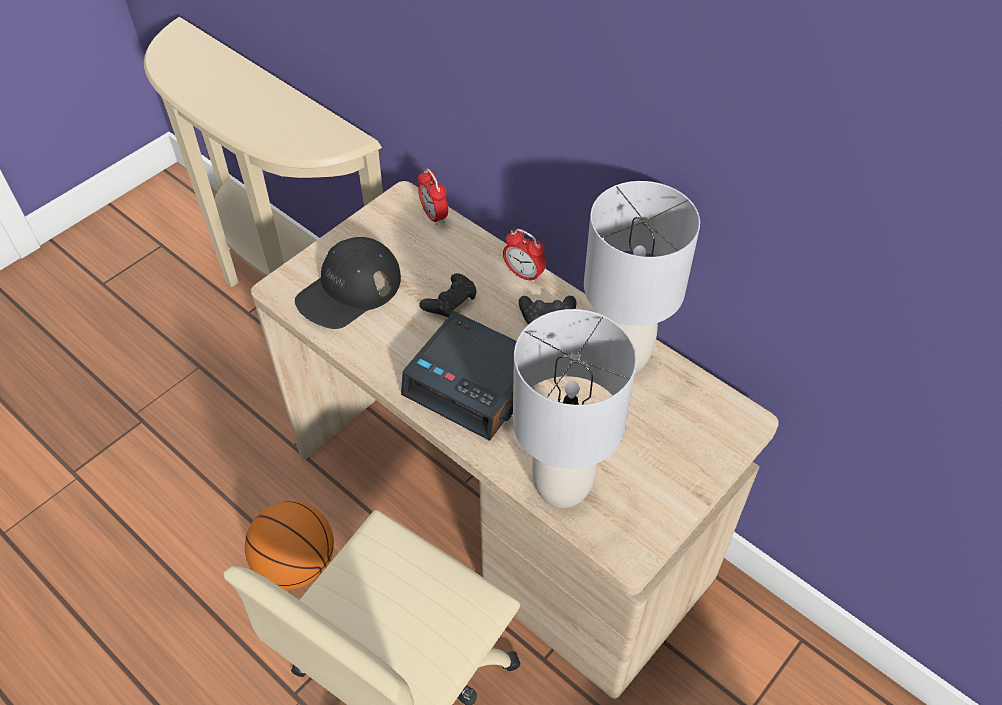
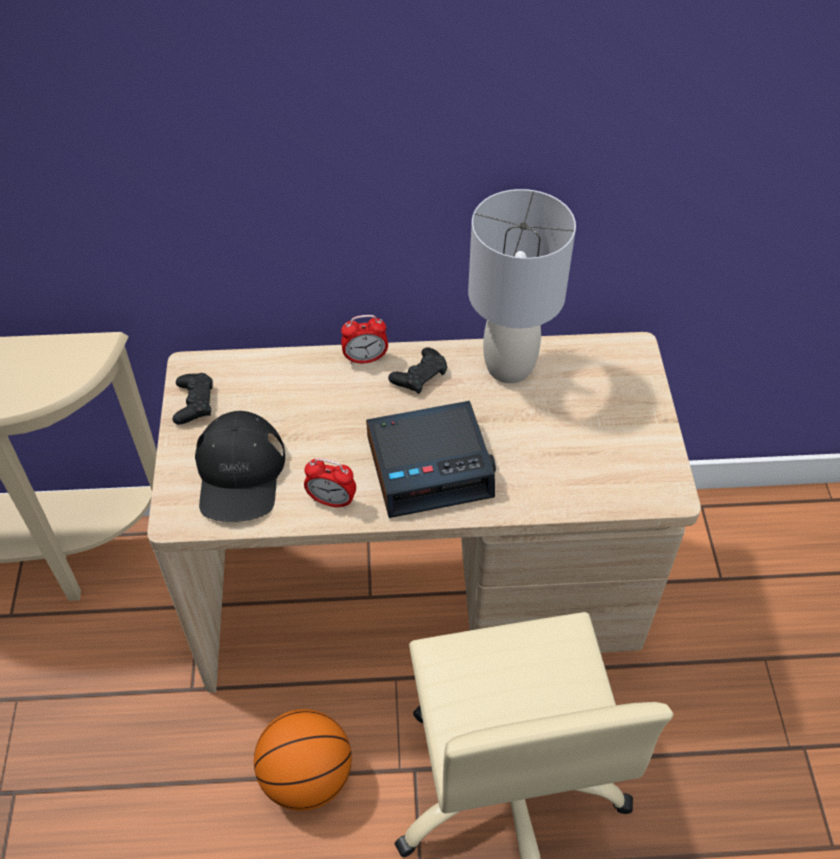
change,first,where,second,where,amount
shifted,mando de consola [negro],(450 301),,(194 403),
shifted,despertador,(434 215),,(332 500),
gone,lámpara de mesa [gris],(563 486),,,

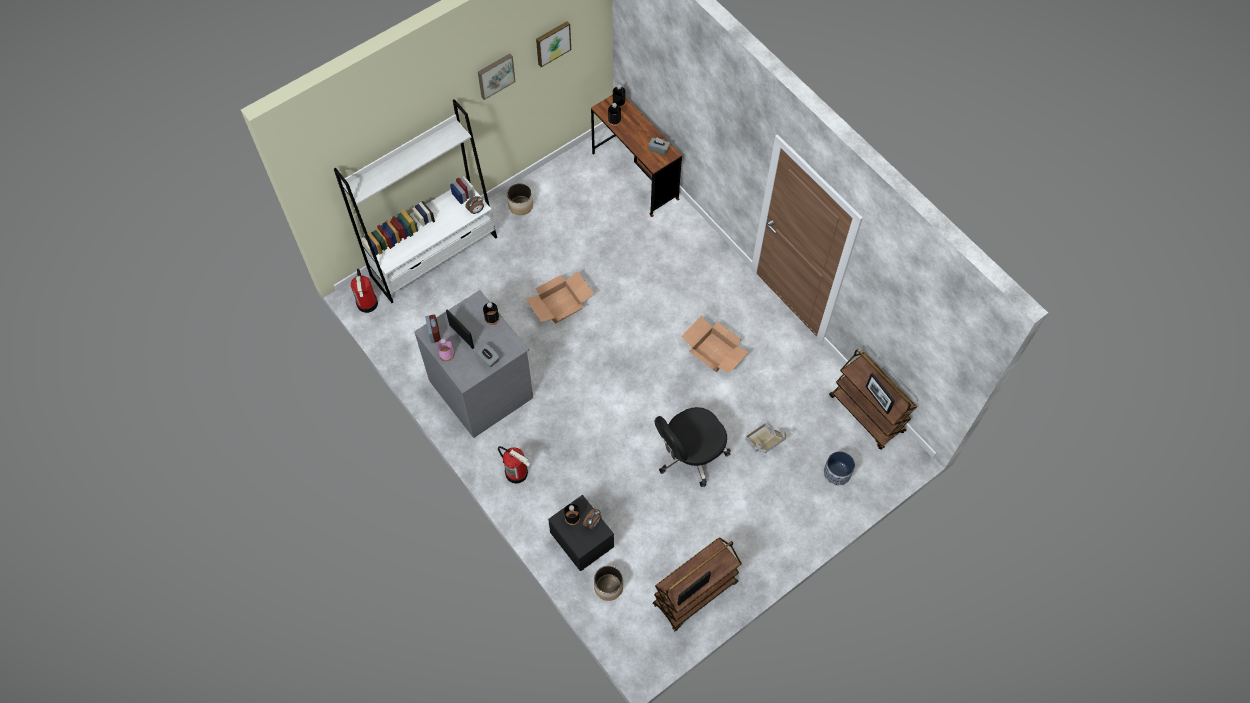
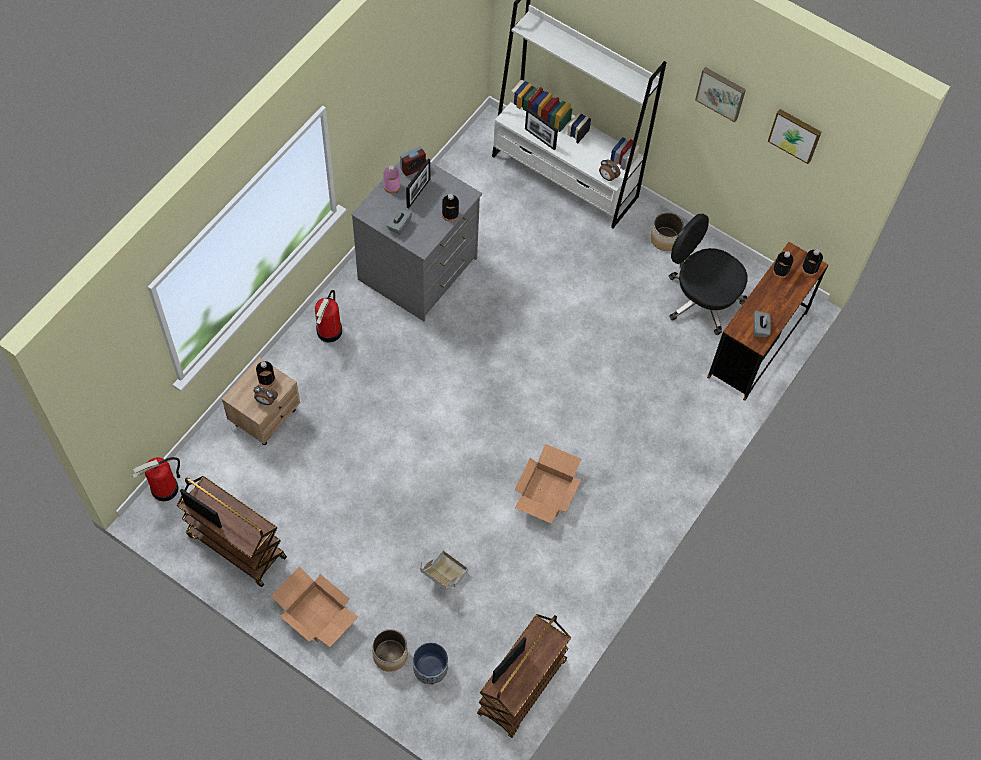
change,first,where,second,where,amount
shifted,extintor,(367 303),,(164 489),
repainted,mesita de noche [negro],(582 543),mesita de noche [beis],(266 416),
shifted,caja de cartón,(560 304),,(317 613),
shifted,maceta,(608 587),,(389 655),
new,,,portarretratos,(540 139),
shifted,silla de oficina [negro],(690 454),,(701 299),

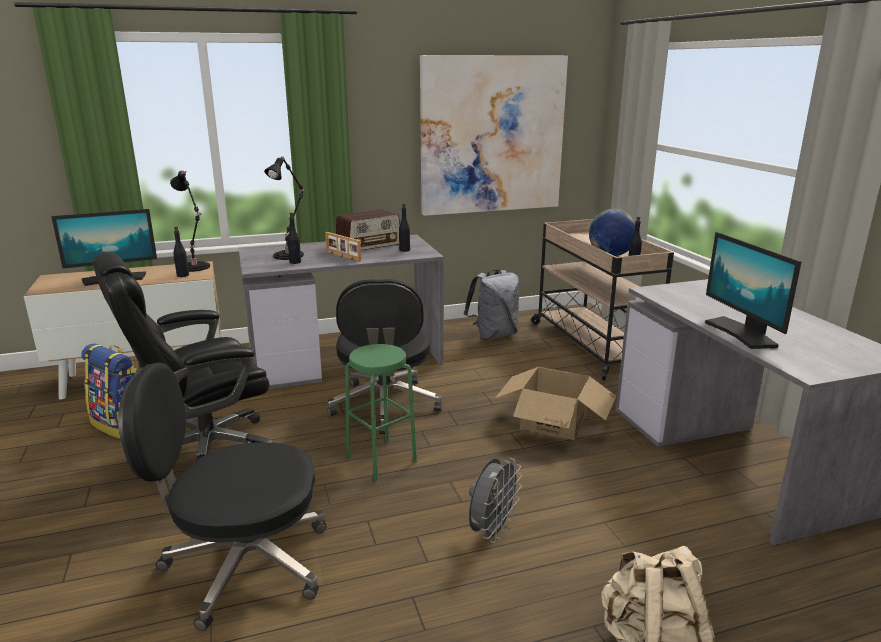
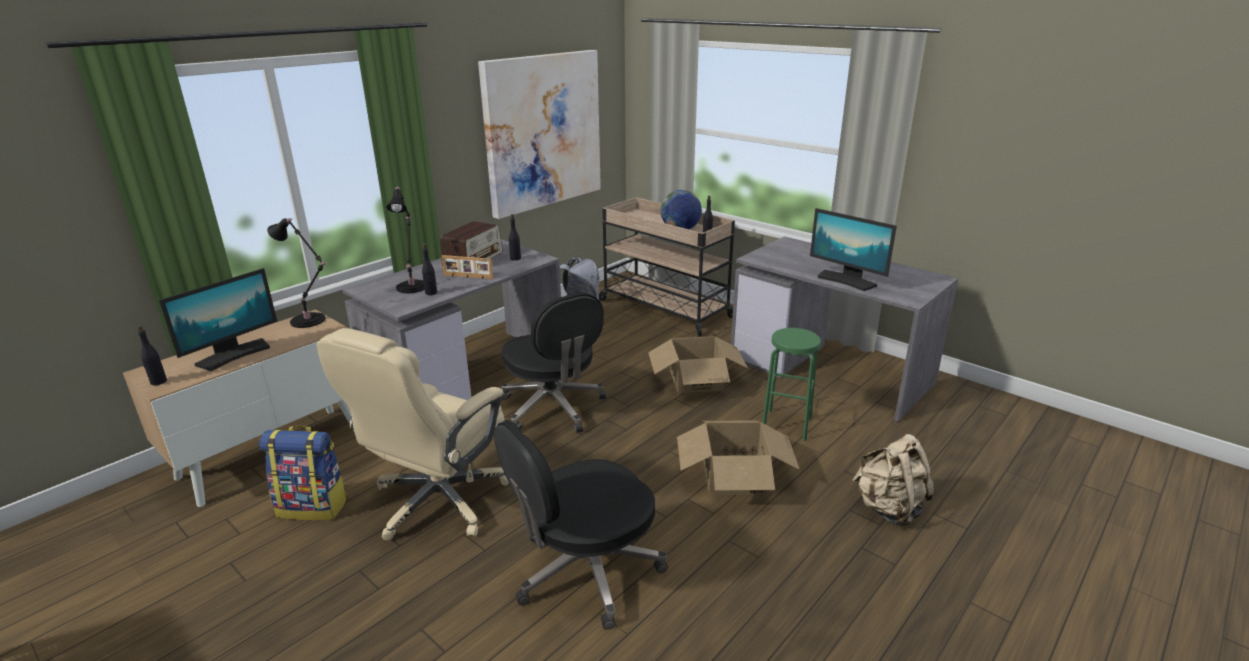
change,first,where,second,where,amount
shifted,botella [negro],(182 275),,(158 382),
repainted,silla de oficina [negro],(204 452),silla de oficina [beis],(437 501),
swapped,ventilador [gris],(492 531),caja de cartón,(734 475),
shifted,taburete [verde],(381 460),,(786 424),

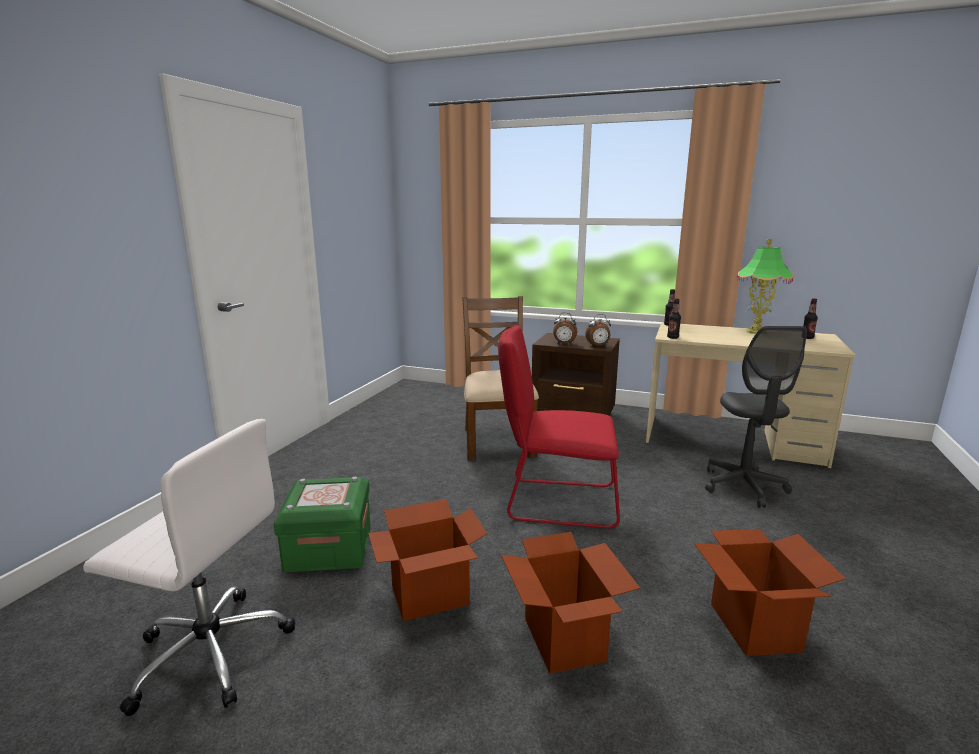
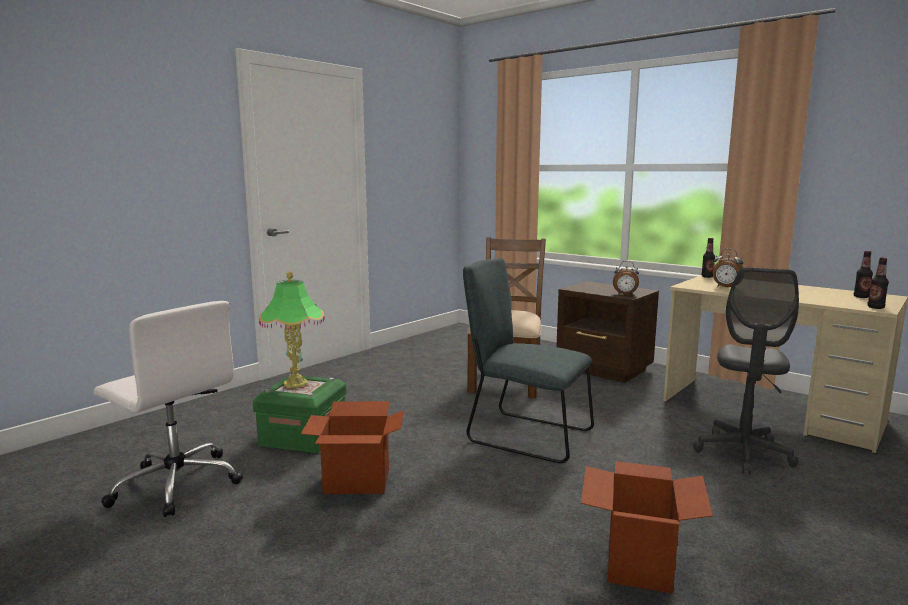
change,first,where,second,where,amount
shifted,lámpara de mesa,(756 331),,(296 383),
repainted,silla [rojo],(556 502),silla [gris],(524 435),
shifted,despertador,(564 344),,(726 288),
shifted,botella,(672 337),,(875 307),
gone,caja de cartón,(564 640),,,

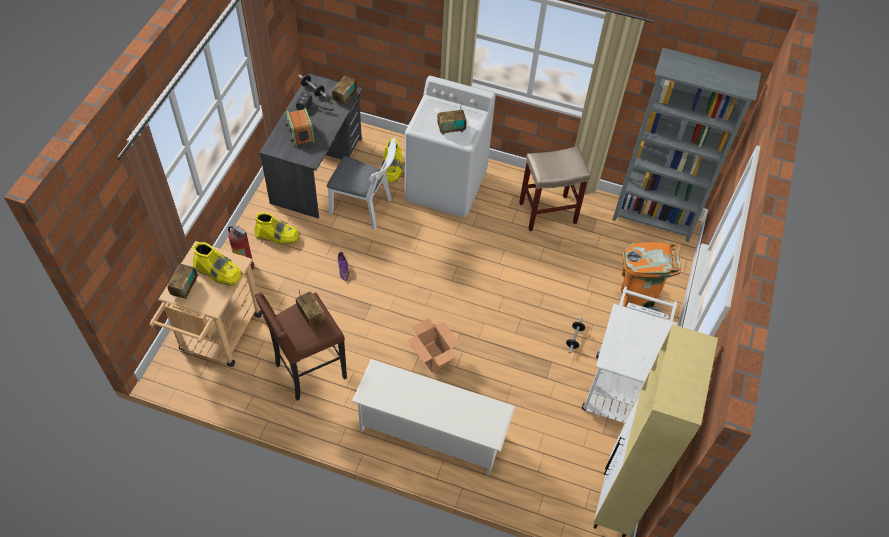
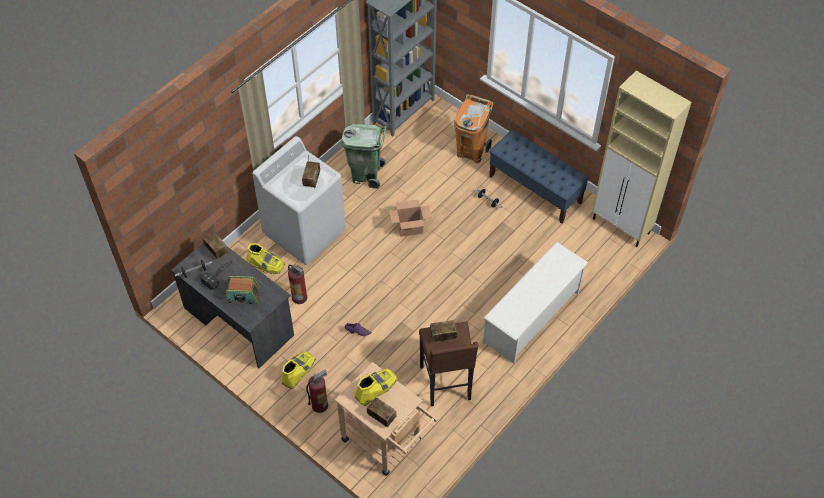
change,first,where,second,where,amount
swapped,silla [blanco],(365 208),extintor,(299 297),
swapped,taburete [beis],(547 213),papelera [verde],(366 174),
shifted,caja de cartón,(433 357),,(410 228),
swapped,carrito [blanco],(619 383),banco [azul],(535 189),

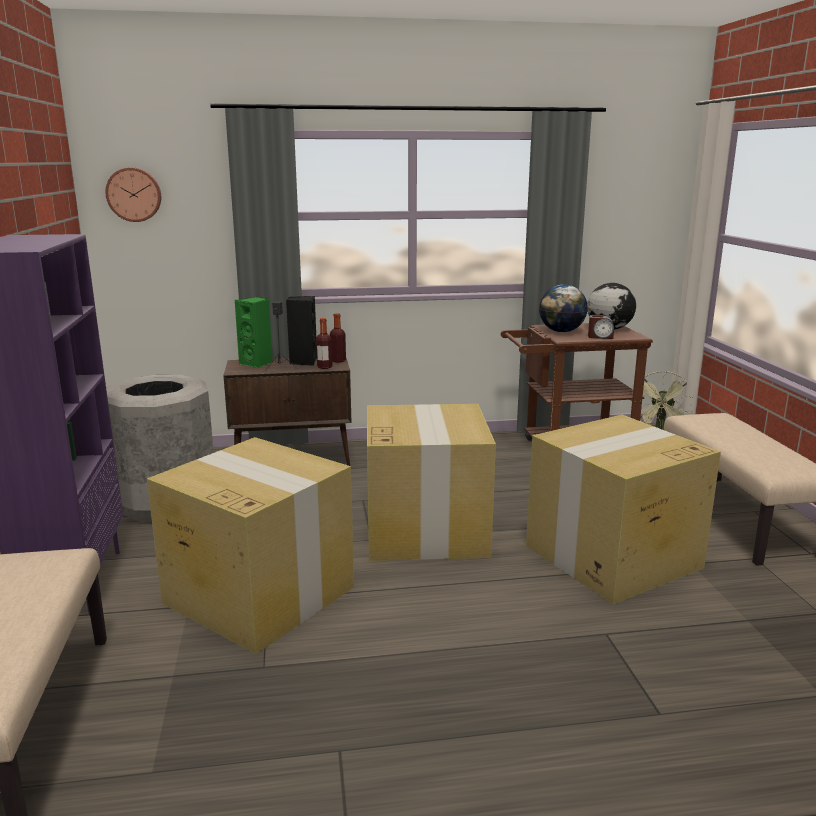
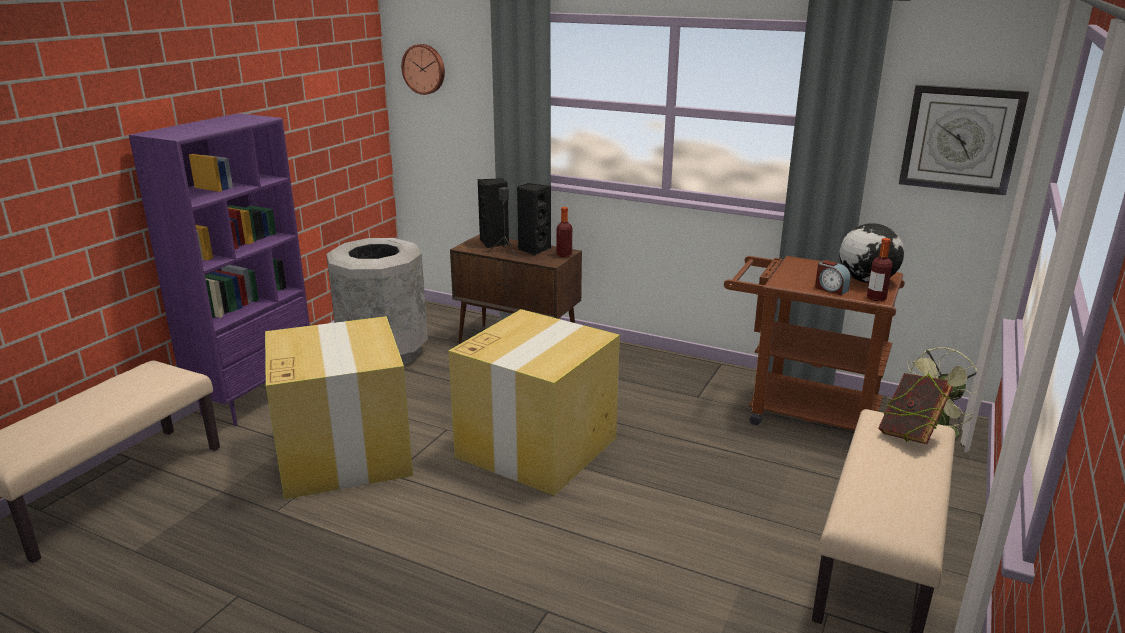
change,first,where,second,where,amount
repainted,altavoz [verde],(257 363),altavoz [negro],(494 243),
shifted,botella,(324 367),,(876 298),
new,,,libro,(909 435),
new,,,reloj de pared,(960 139),
gone,caja de cartón,(611 557),,,
gone,globo terráqueo,(561 331),,,

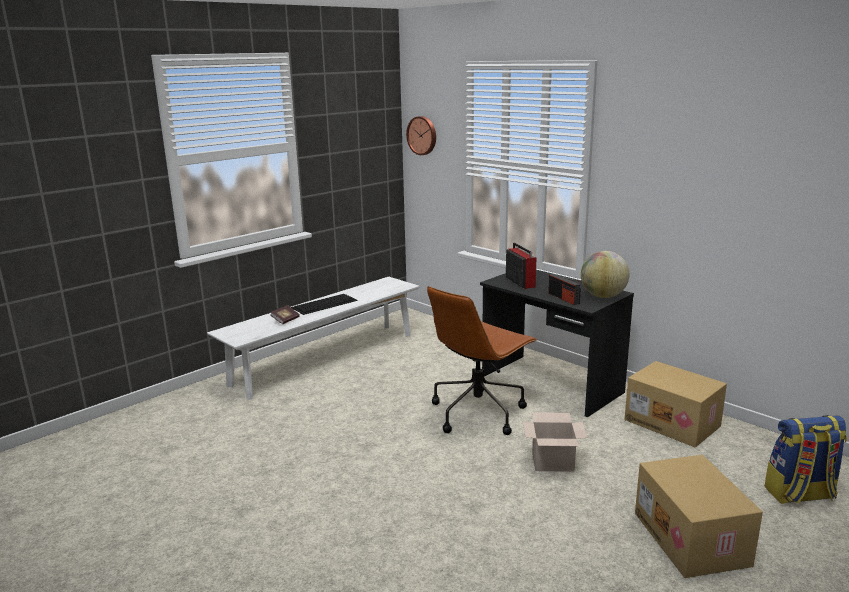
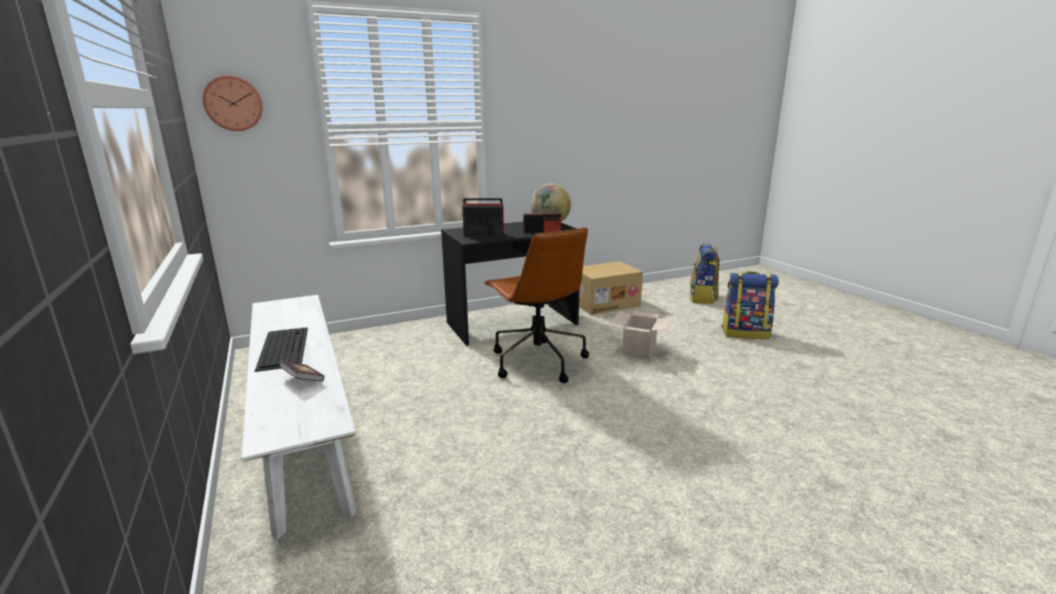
change,first,where,second,where,amount
swapped,caja de cartón,(692 539),mochila,(745 333),

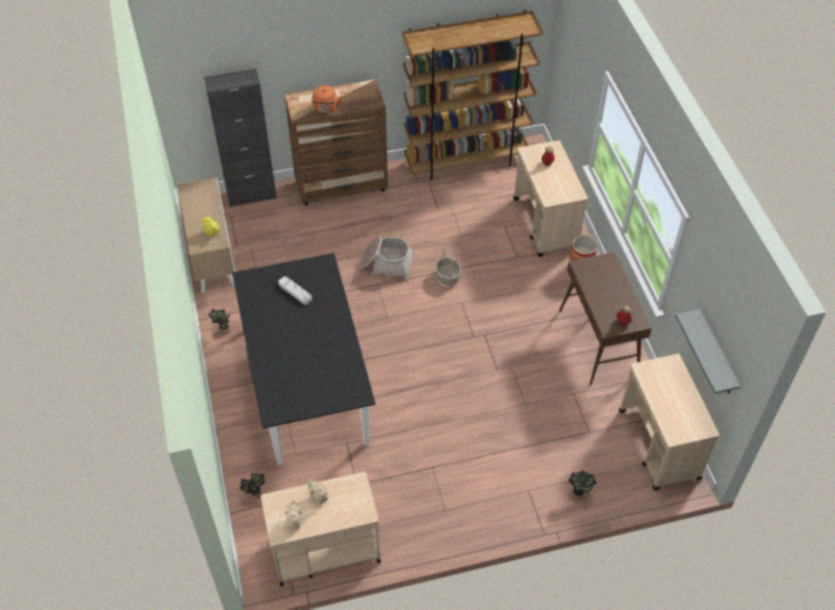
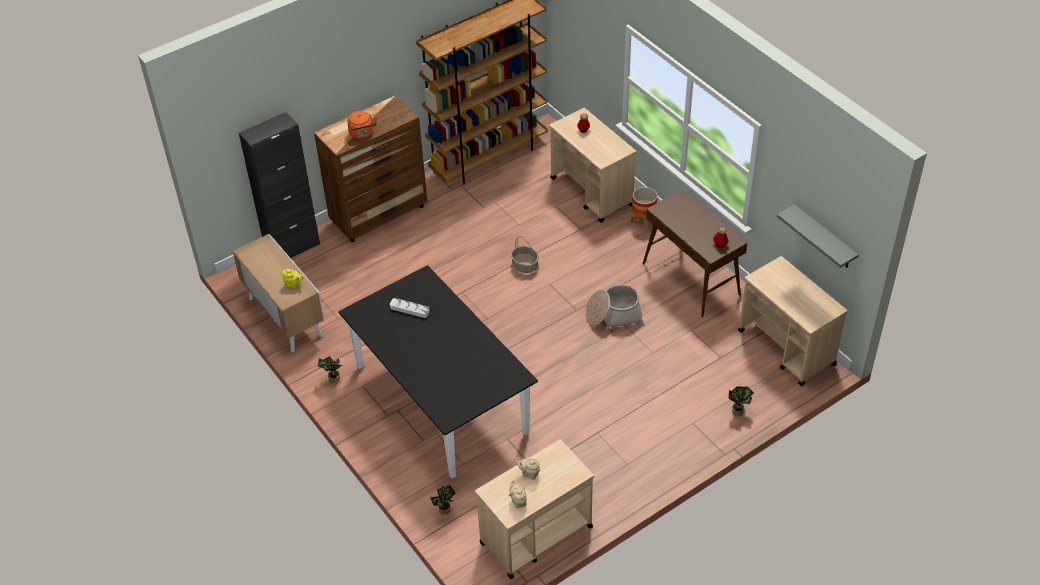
change,first,where,second,where,amount
shifted,cesta,(386 263),,(613 315),

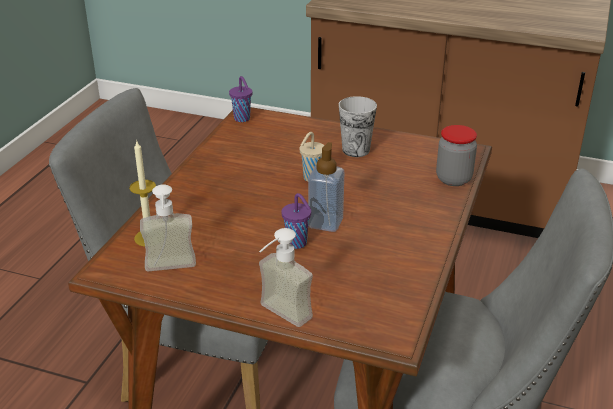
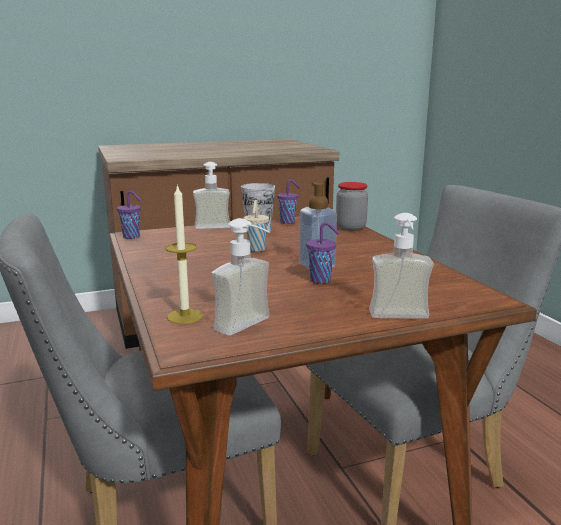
change,first,where,second,where,amount
new,,,dispensador de jabón,(212 225),
new,,,taza [morado],(288 222),

